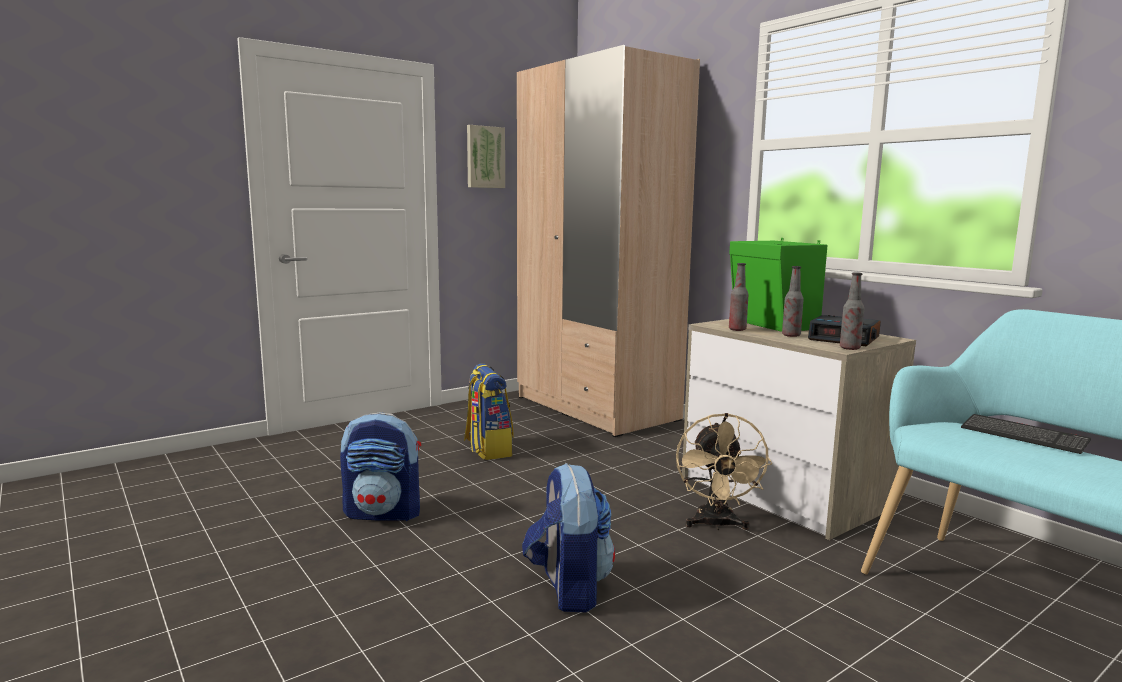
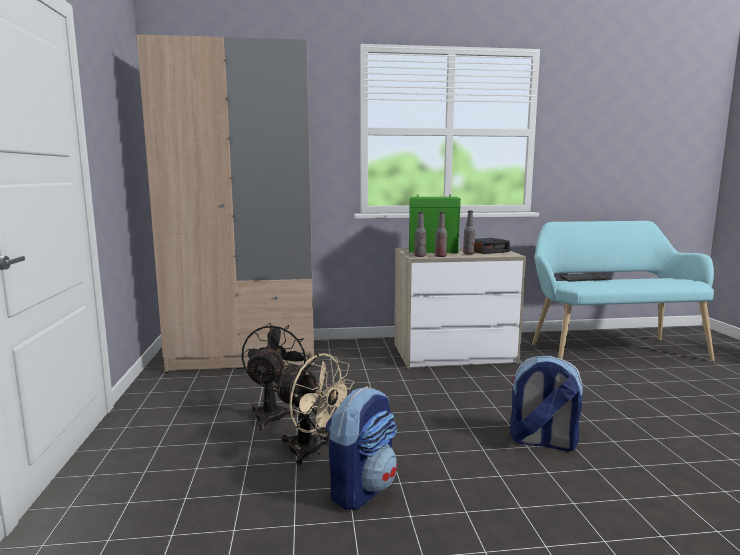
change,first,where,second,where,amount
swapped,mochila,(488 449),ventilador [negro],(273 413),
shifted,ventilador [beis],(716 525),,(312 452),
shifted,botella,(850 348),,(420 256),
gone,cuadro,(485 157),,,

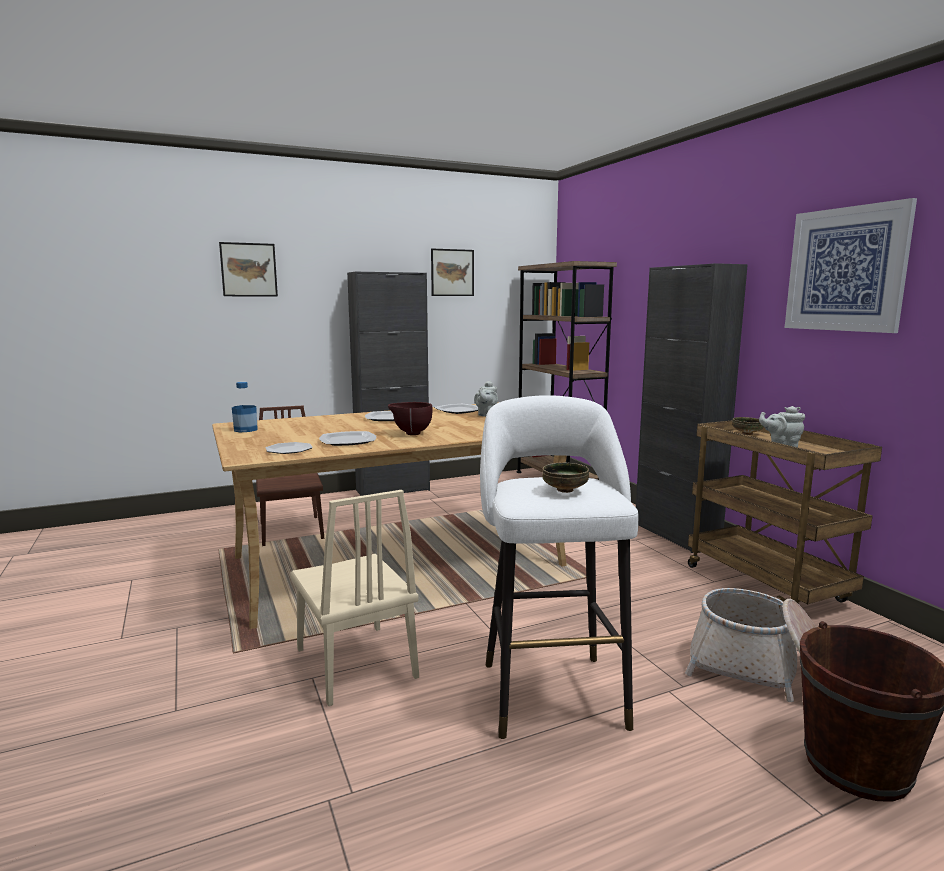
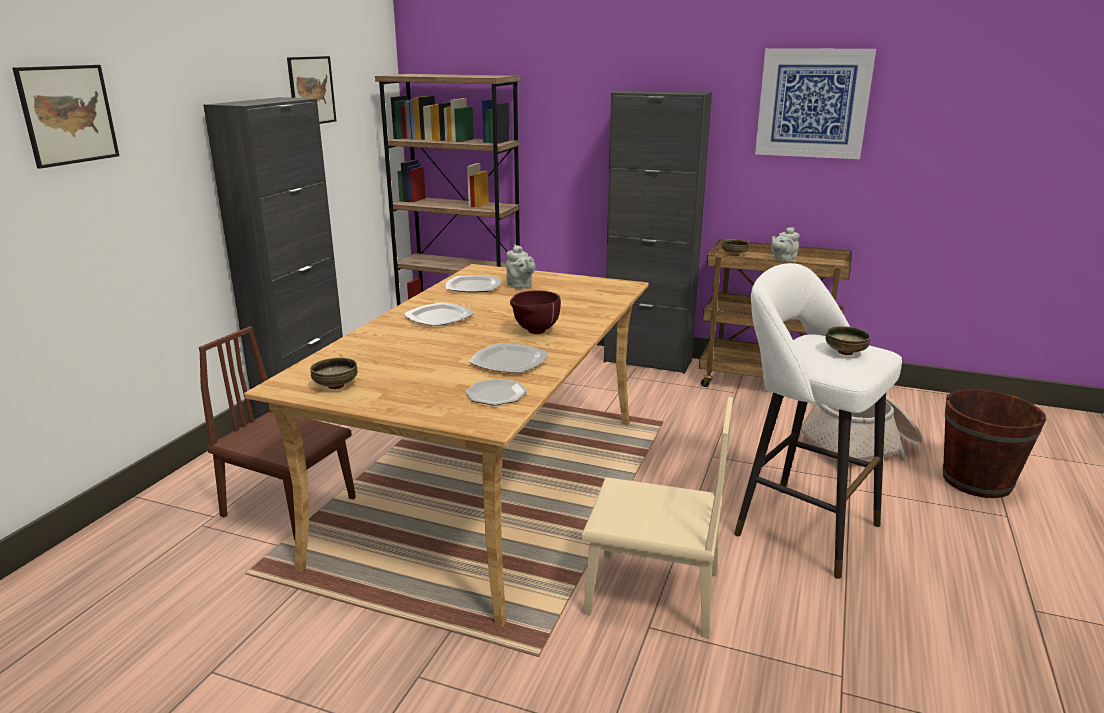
change,first,where,second,where,amount
swapped,botella,(245 430),cuenco,(335 386),

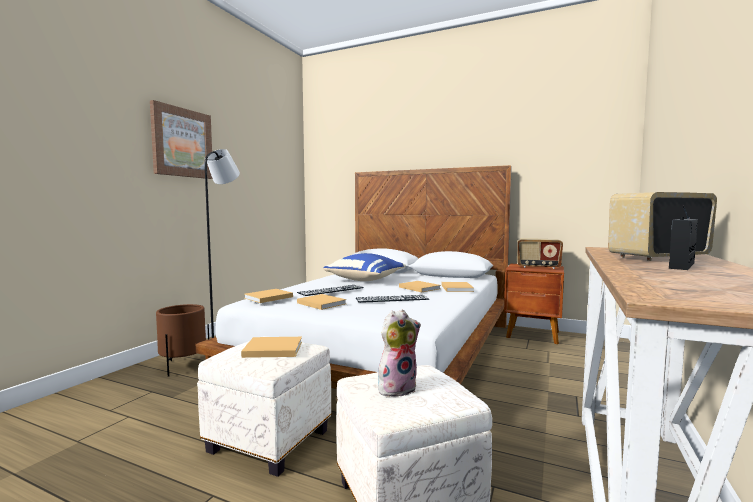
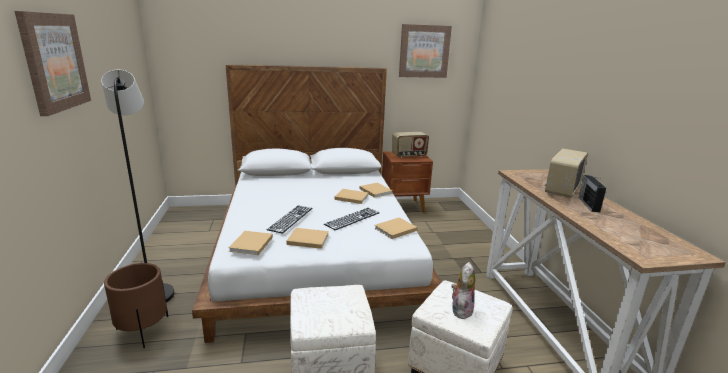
change,first,where,second,where,amount
shifted,libro [beis],(271 349),,(394 229),
new,,,cuadro,(424 51),
gone,cojín [azul],(366 280),,,

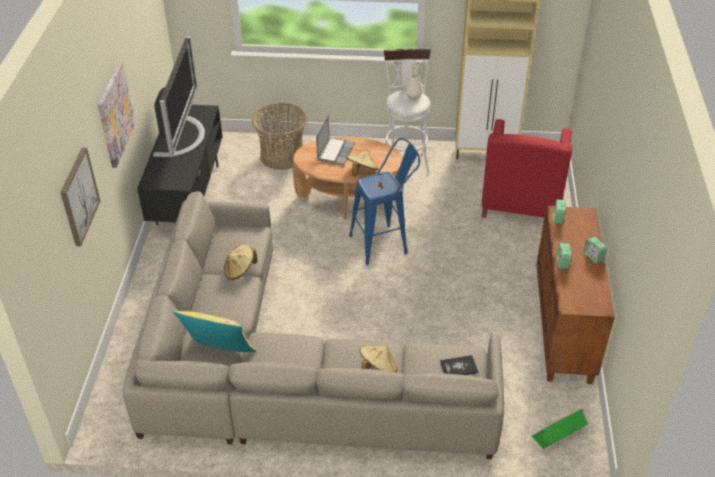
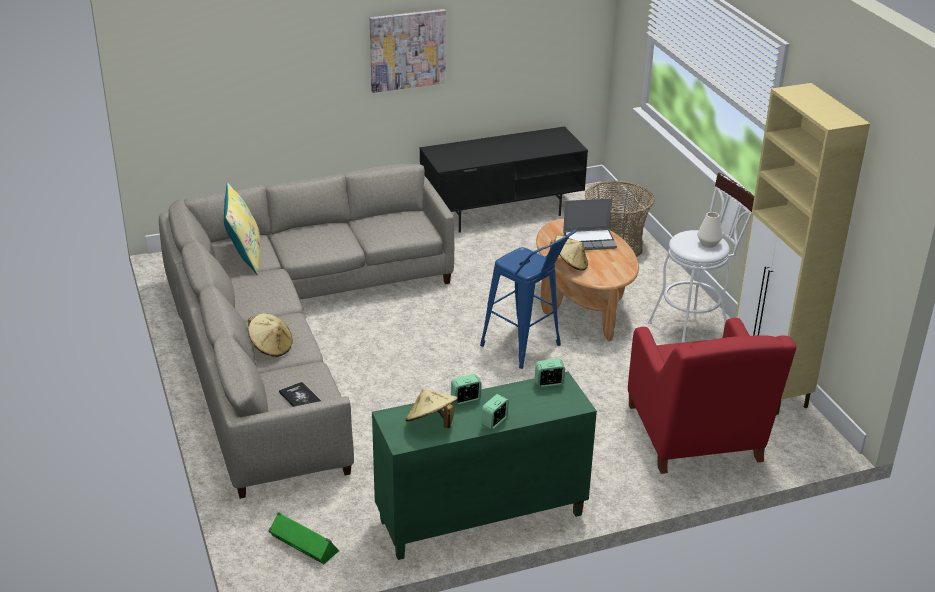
change,first,where,second,where,amount
repainted,armario [marrón],(564 328),armario [verde],(480 518),
shifted,sombrero [beis],(239 270),,(431 423),
rotated,sillón [rojo],(521 202),,(696 437),90 degrees counterclockwise
gone,cuadro,(78 196),,,
gone,televisor,(180 135),,,

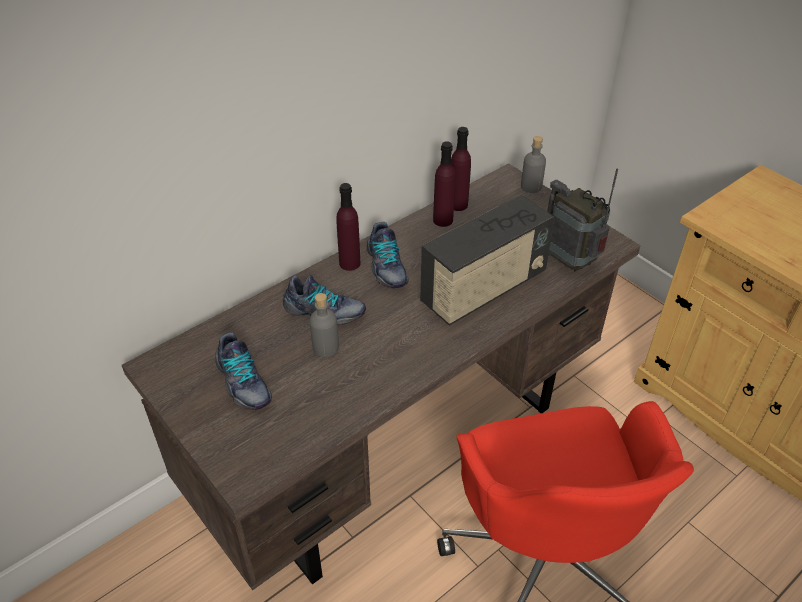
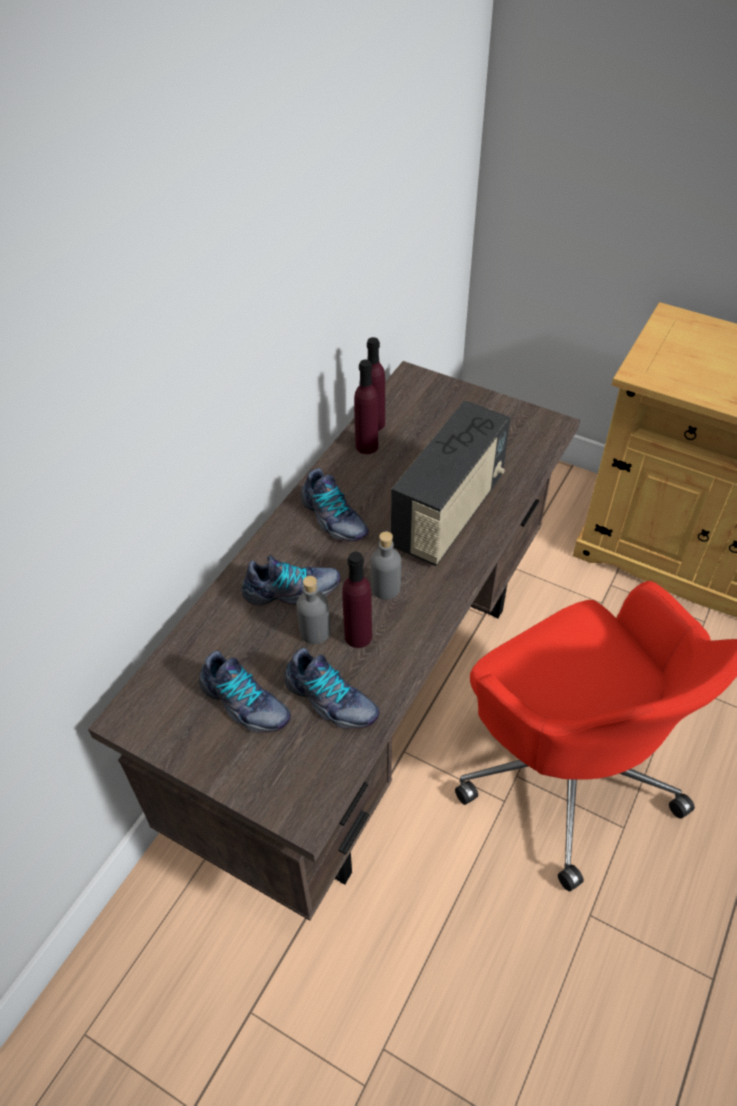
change,first,where,second,where,amount
new,,,zapato,(330 700),
shifted,botella [morado],(349 263),,(358 636),
shifted,botella [gris],(531 186),,(385 588),
gone,radio,(570 262),,,

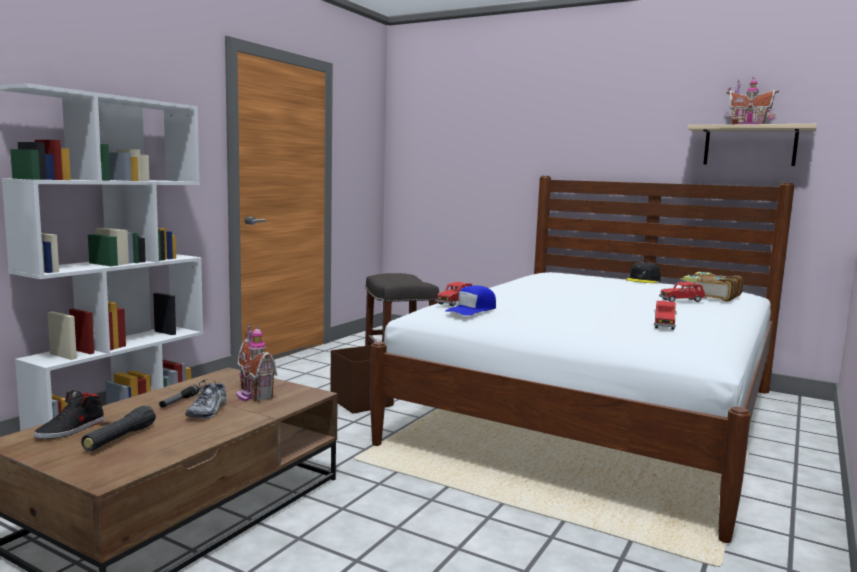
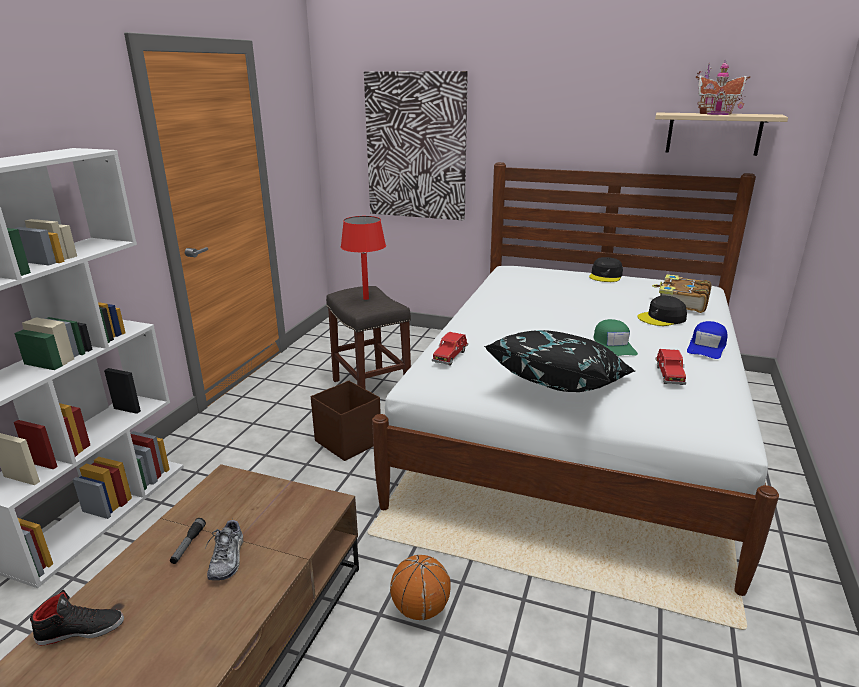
change,first,where,second,where,amount
rotated,zapato [negro],(71 429),,(81 629),120 degrees counterclockwise
new,,,lámpara de mesa [rojo],(366 298),
new,,,cuadro,(416 147),
new,,,balón de baloncesto,(421 609),
new,,,cojín [negro],(561 384),
new,,,gorra [verde],(613 345),
swapped,coche de juguete [rojo],(682 301),gorra [negro],(662 318),
shifted,gorra [azul],(472 310),,(707 347),
gone,linterna [negro],(119 438),,,
gone,casita,(252 395),,,

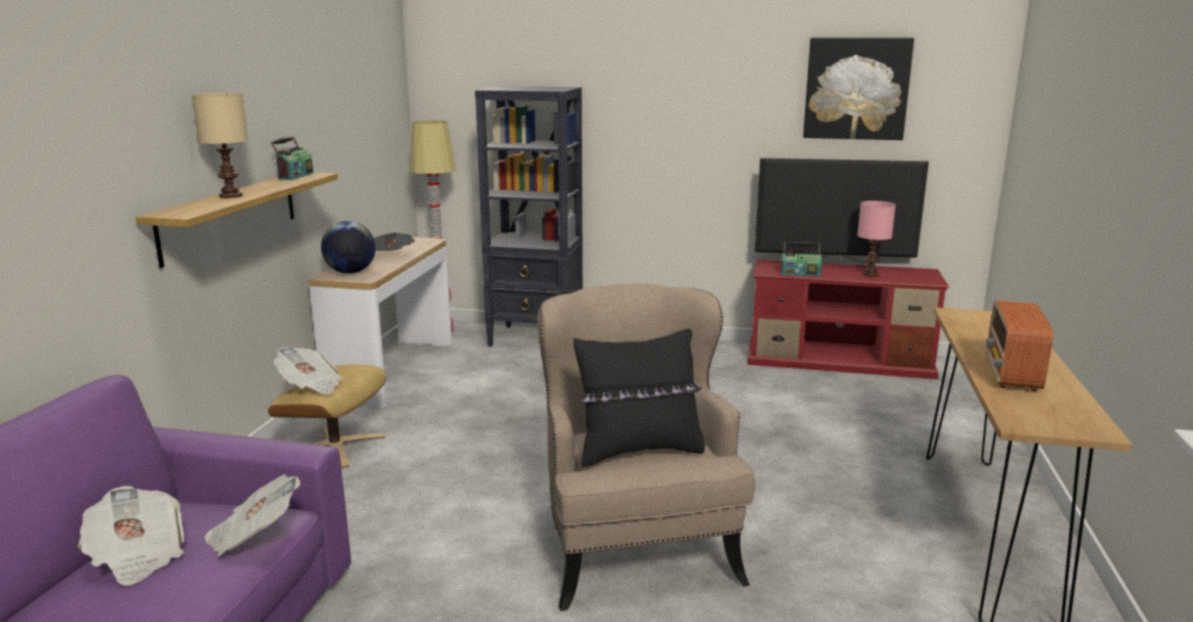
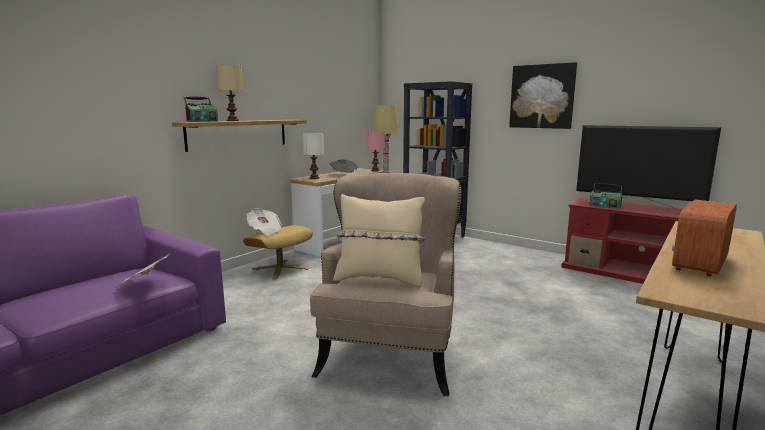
change,first,where,second,where,amount
shifted,radio,(294 176),,(202 121),
swapped,globo terráqueo,(350 272),lámpara de mesa [blanco],(314 178),
repainted,cojín [negro],(639 451),cojín [beis],(380 279),
shifted,lámpara de mesa [rosa],(871 274),,(375 170),
shifted,cuadro,(856 89),,(542 96),
gone,periódico,(137 557),,,

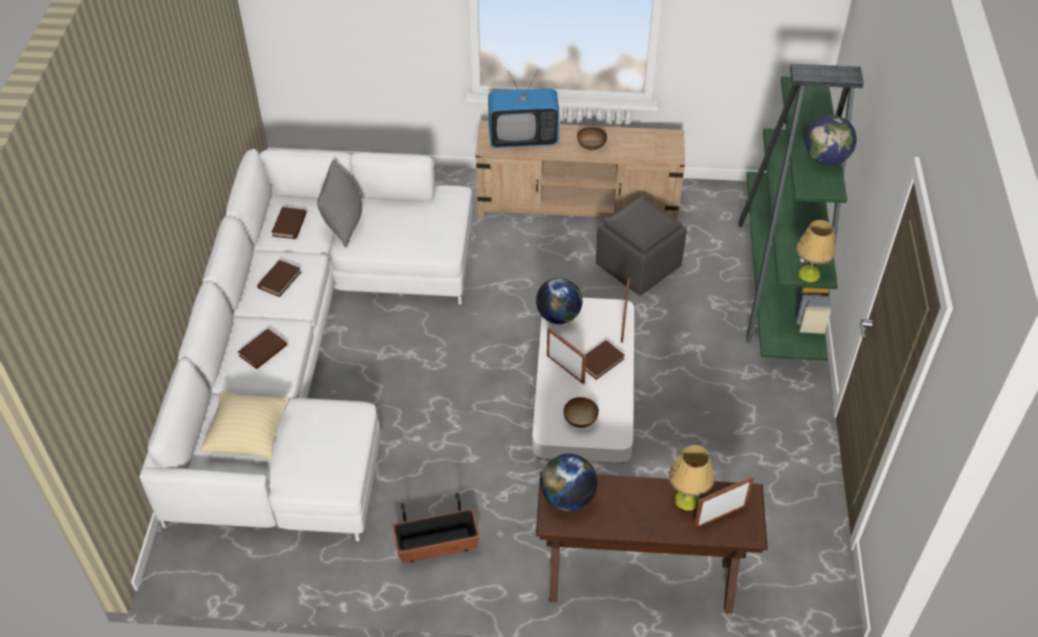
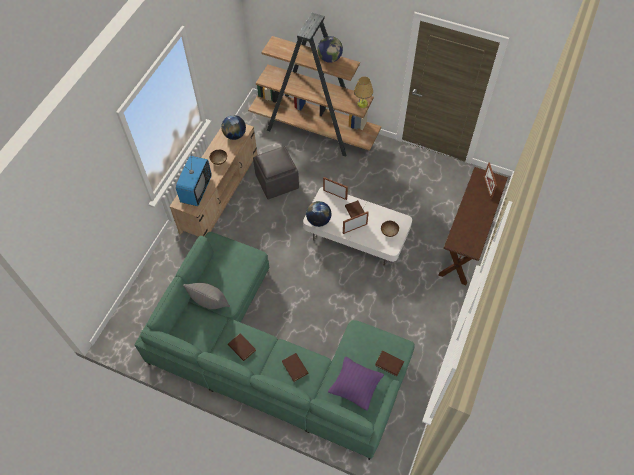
change,first,where,second,where,amount
repainted,sofá [blanco],(310 351),sofá [verde],(271 356),
shifted,globo terráqueo,(567 498),,(235 135),
repainted,estantería [verde],(779 284),estantería [marrón],(314 130),
repainted,cojín [beis],(249 436),cojín [morado],(355 387),
shifted,libro [marrón],(289 225),,(389 363),
gone,maceta,(437 546),,,
gone,lámpara de mesa,(687 499),,,

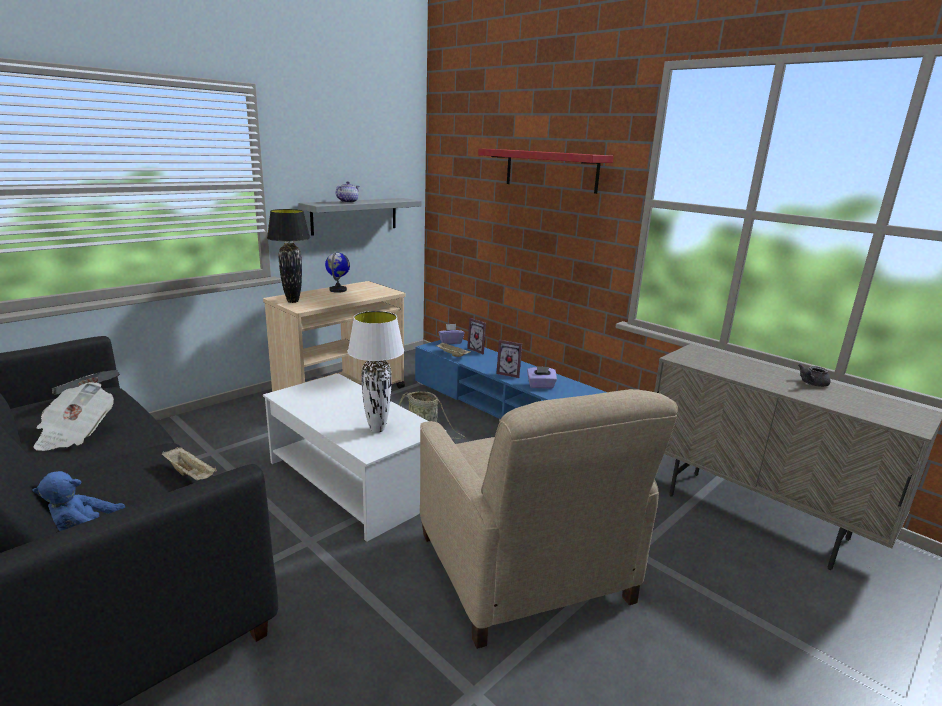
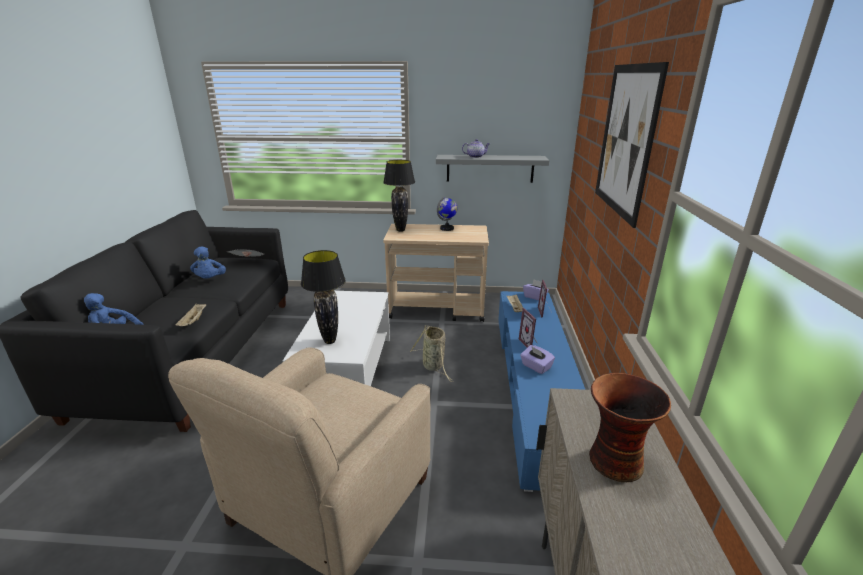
change,first,where,second,where,amount
swapped,periódico,(75 434),peluche [azul],(210 279),
repainted,lámpara de mesa [blanco],(376 429),lámpara de mesa [negro],(329 341),
new,,,florero,(613 462),
swapped,estante [rojo],(550 170),cuadro,(625 140),
gone,tetera [gris],(811 383),,,

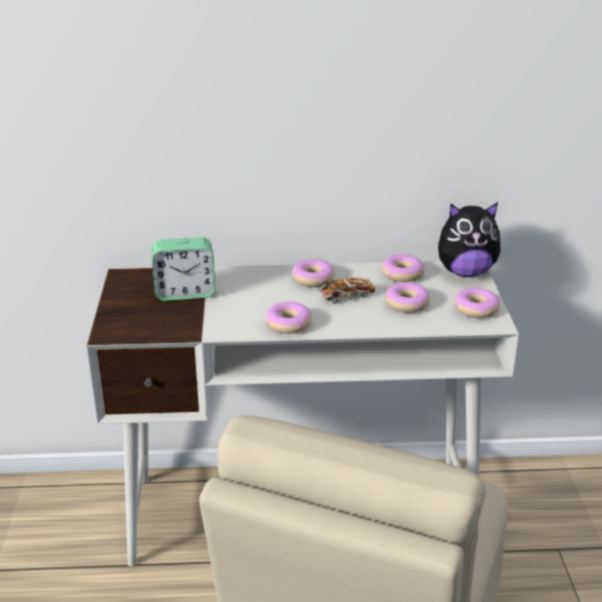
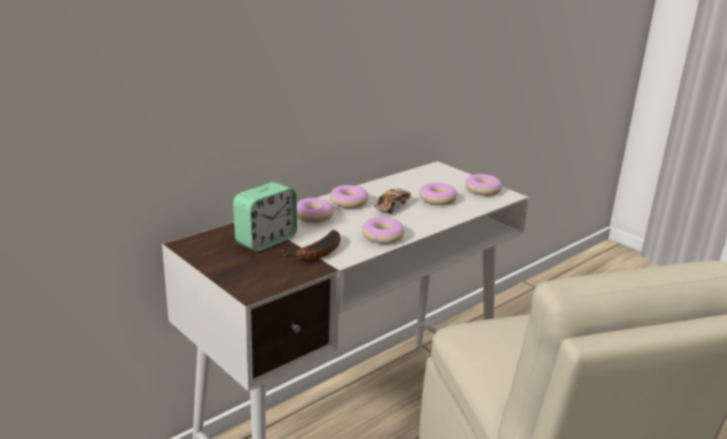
change,first,where,second,where,amount
new,,,plátano,(317 254),
shifted,rosquilla,(402 274),,(313 216),
gone,peluche,(465 272),,,

